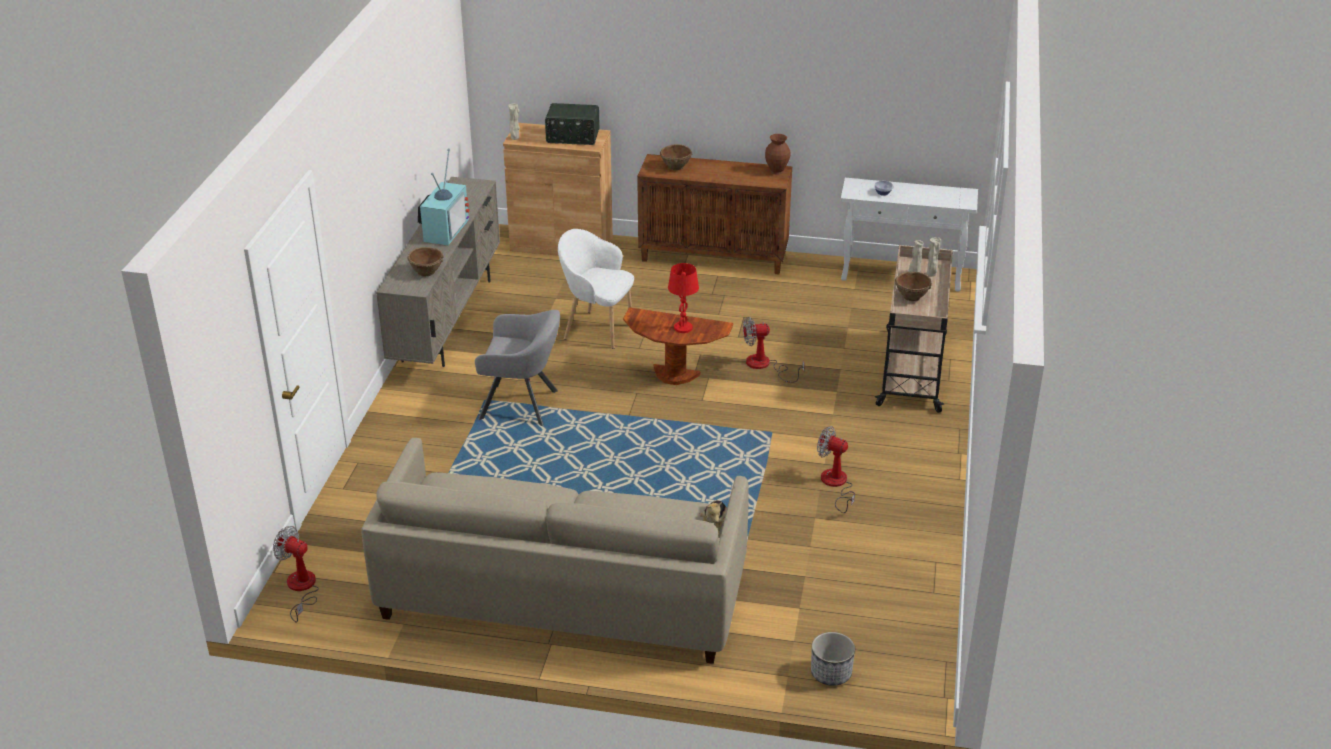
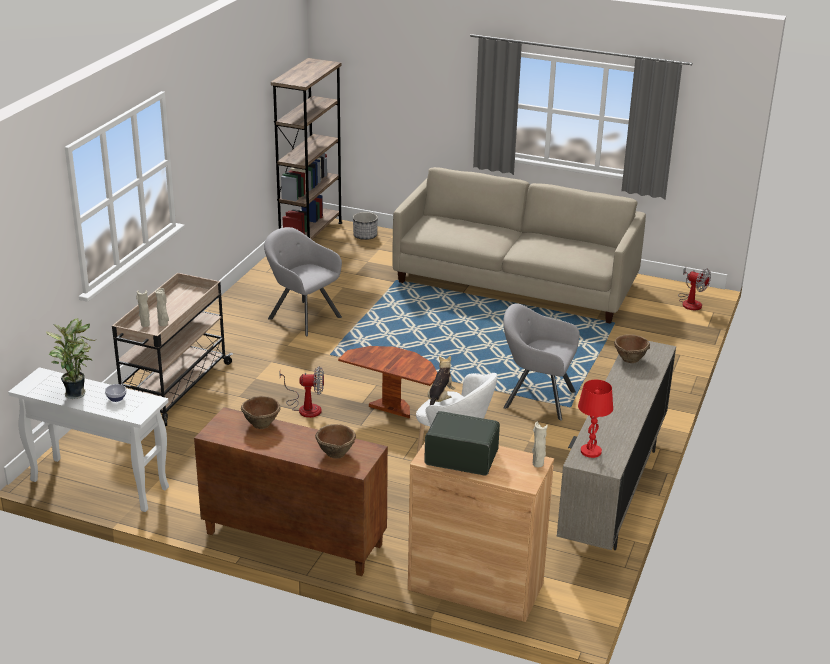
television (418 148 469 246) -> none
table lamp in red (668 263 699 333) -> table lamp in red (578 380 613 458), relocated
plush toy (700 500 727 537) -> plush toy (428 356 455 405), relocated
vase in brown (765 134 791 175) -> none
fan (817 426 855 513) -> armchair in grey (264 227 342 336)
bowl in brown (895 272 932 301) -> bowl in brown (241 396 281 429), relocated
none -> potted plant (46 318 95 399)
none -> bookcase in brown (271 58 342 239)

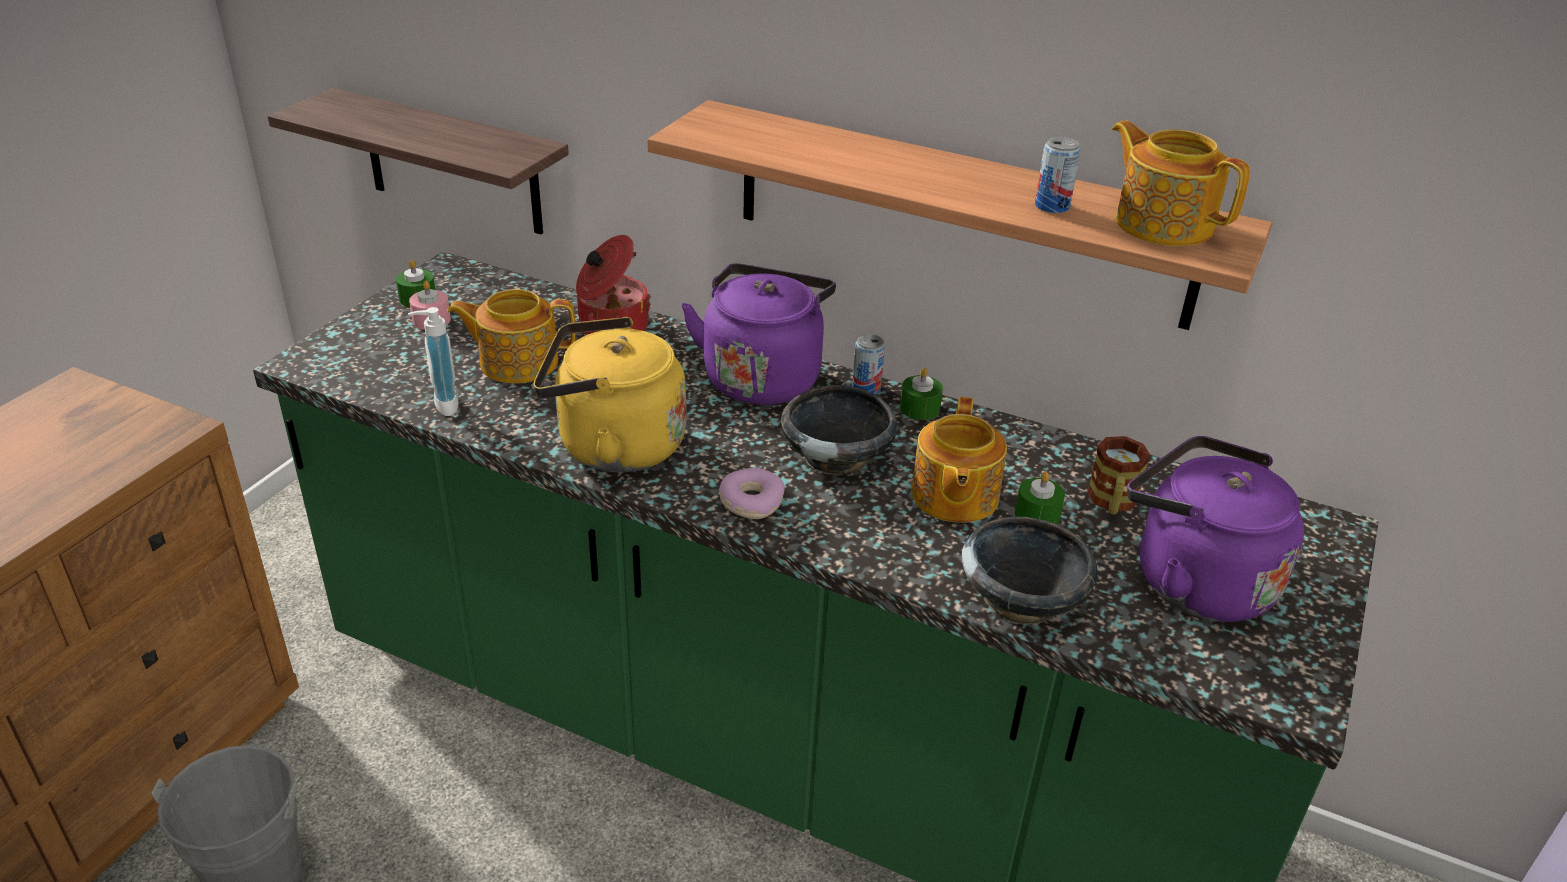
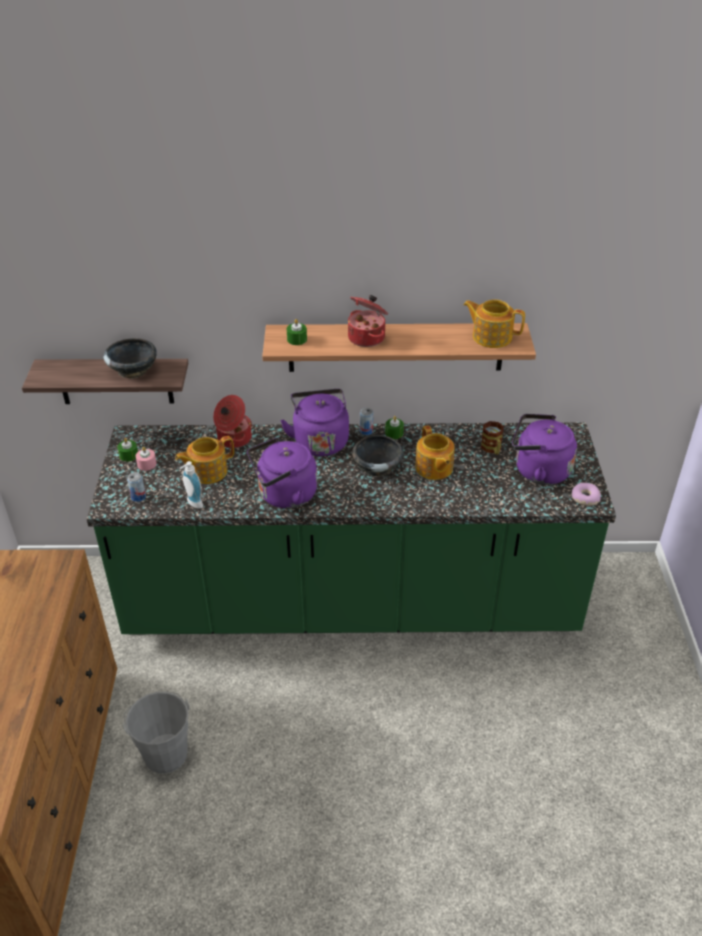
kettle in yellow (533 317 686 472) -> kettle in purple (247 437 317 509)
donut (719 468 785 519) -> donut (572 483 601 506), relocated
bowl in black (962 517 1097 625) -> bowl in black (103 338 157 379), relocated
candle in green (1015 471 1065 525) -> candle in green (287 319 307 345), relocated
can (1035 137 1081 213) -> can (127 472 146 502), relocated
none -> cooking pot (348 295 388 347)

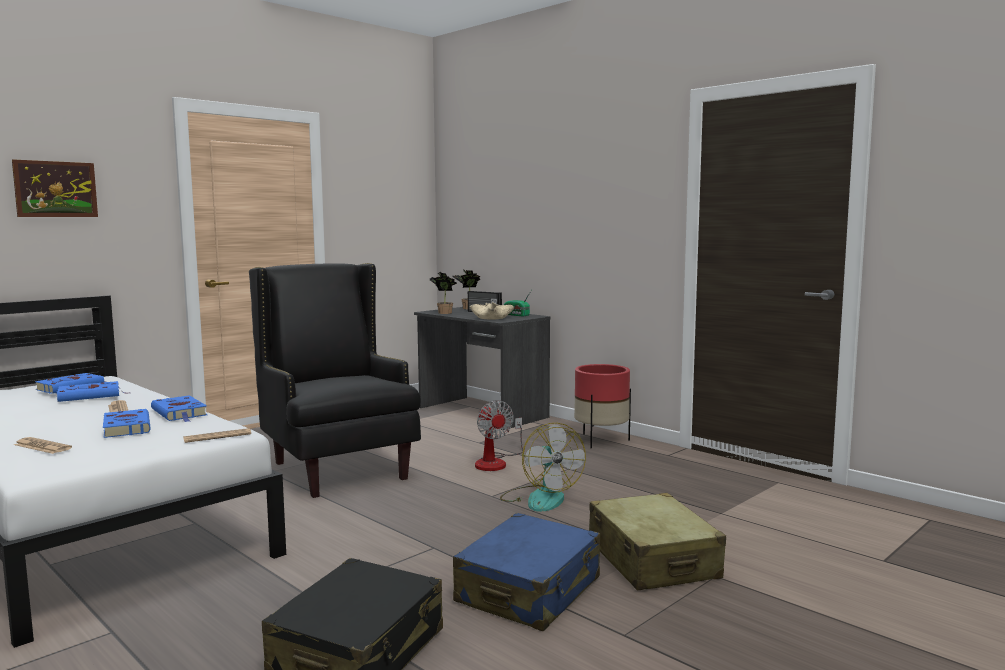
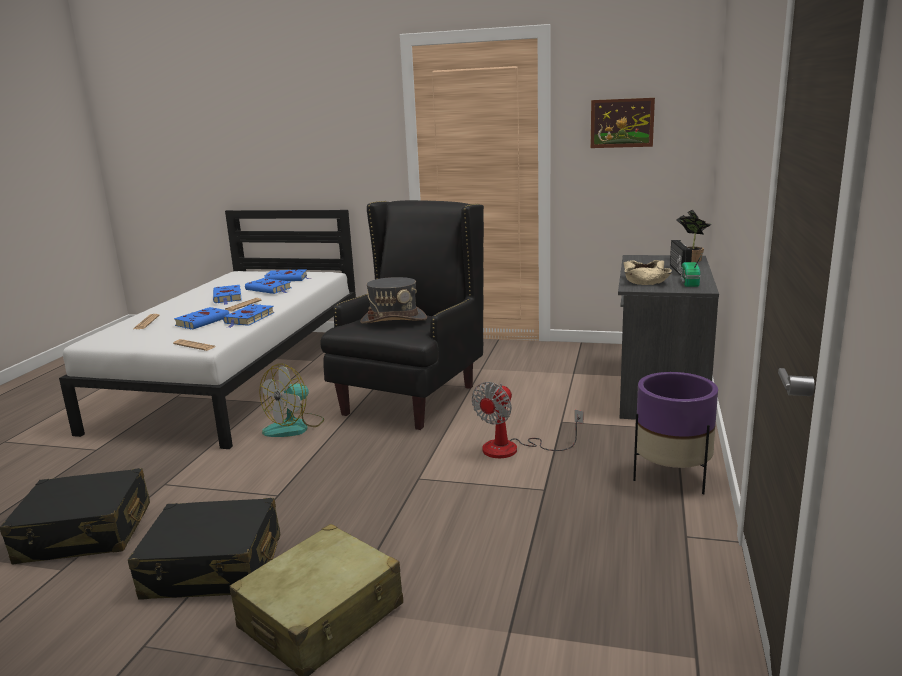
picture (12 159 98 217) -> picture (590 98 655 148), relocated
potted plant (430 271 457 314) -> none
suitcase in blue (453 513 600 631) -> suitcase in black (128 498 280 600)
fan (500 423 586 512) -> fan (259 364 324 437), relocated
planter in red (574 364 631 448) -> planter in purple (633 372 718 495)
none -> book in blue (213 285 242 305)
none -> hat in grey (360 277 427 324)

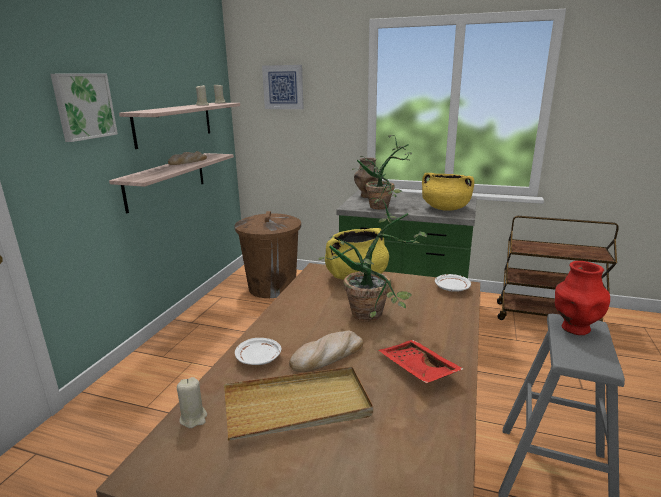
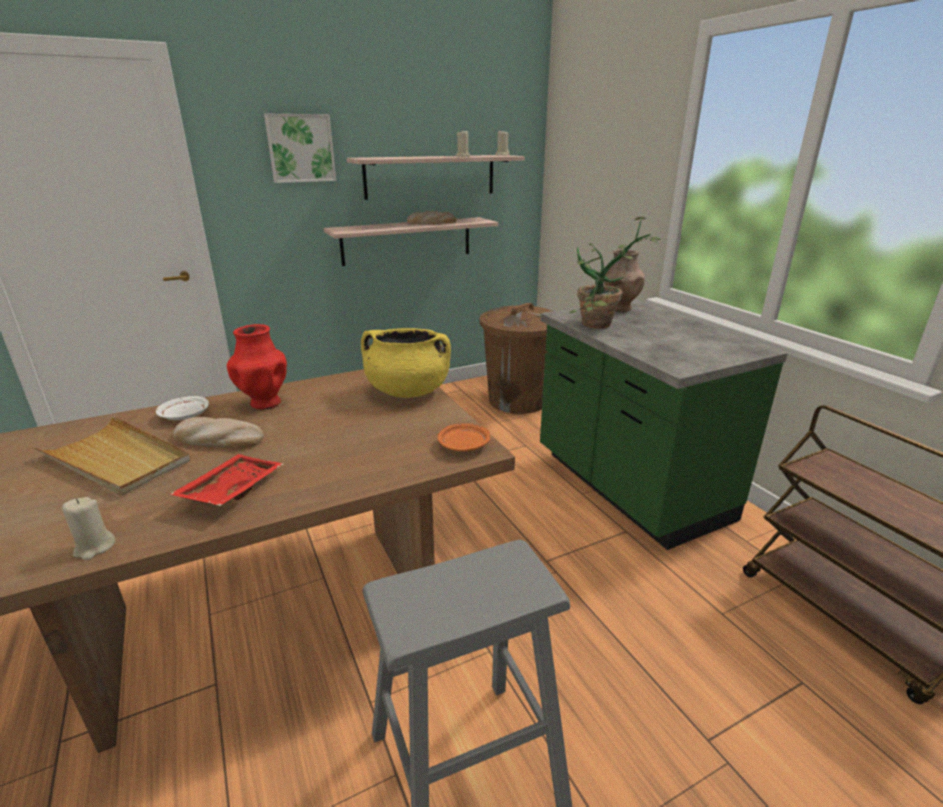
candle in beige (177 377 207 428) -> candle in beige (62 497 116 560), relocated
picture (262 65 303 109) -> none
potted plant (319 198 427 322) -> none
cooking pot in yellow (422 173 474 211) -> none
plate in white (435 274 471 292) -> plate in orange (438 423 491 452)
vase in red (555 261 610 335) -> vase in red (227 324 287 409), relocated

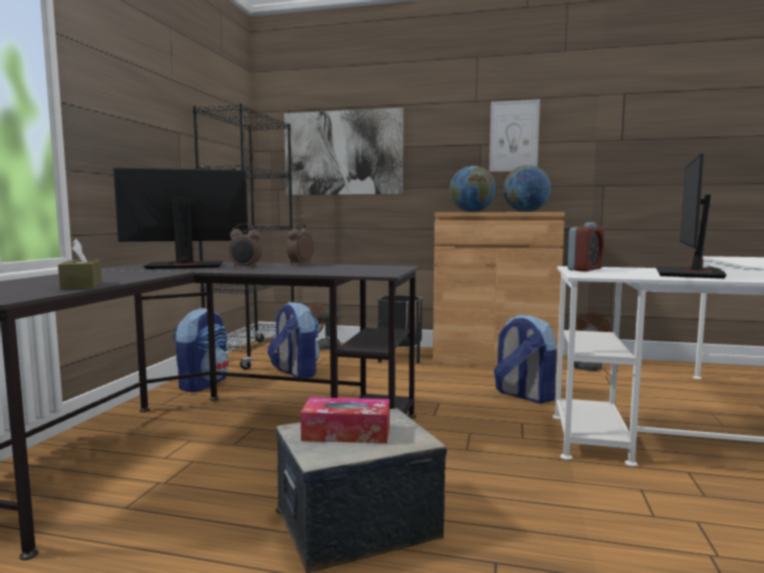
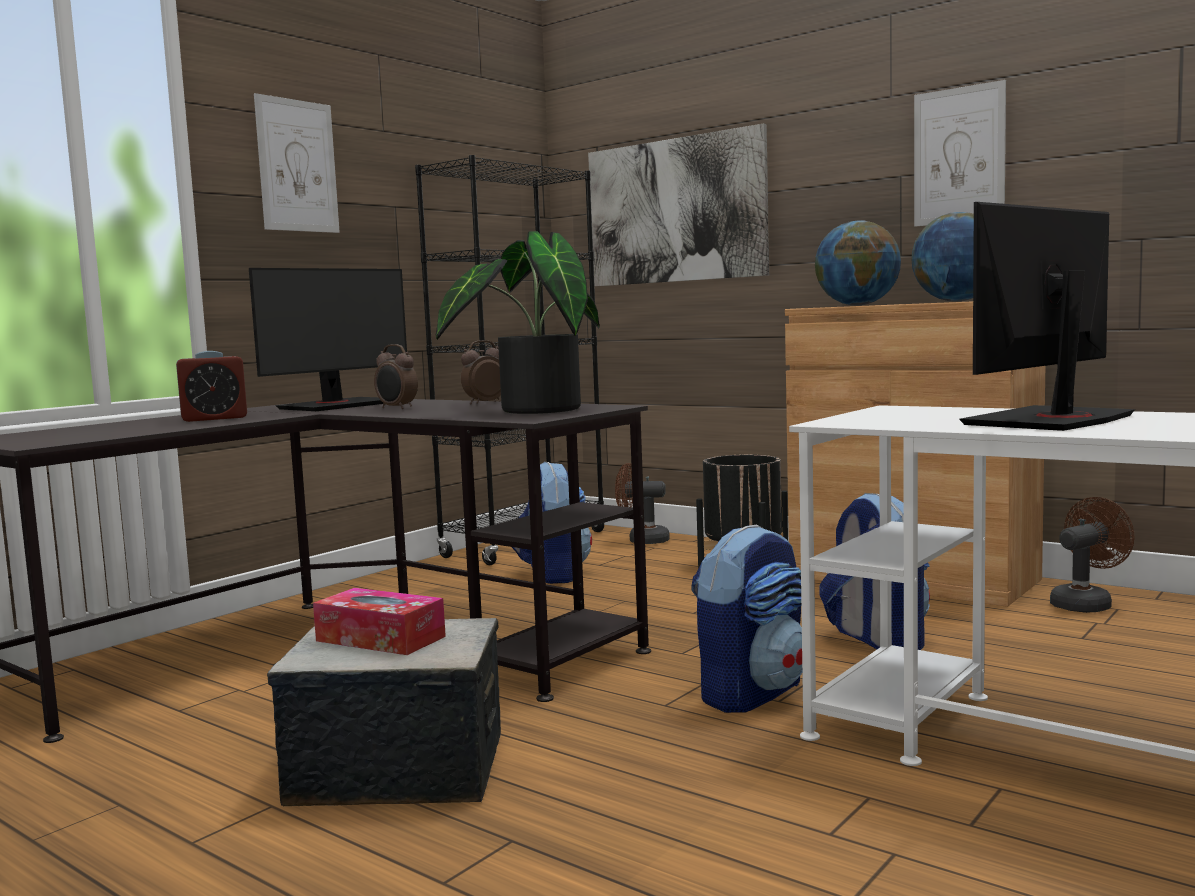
tissue box in brown (58 239 102 290) -> none
monitor (113 167 248 269) -> monitor (249 268 407 411), 120 degrees clockwise
backpack (173 308 229 392) -> backpack (692 524 802 713), relocated
alarm clock (568 223 604 271) -> alarm clock (176 351 247 422), relocated
none -> picture (254 93 340 233)
none -> potted plant (436 231 600 414)

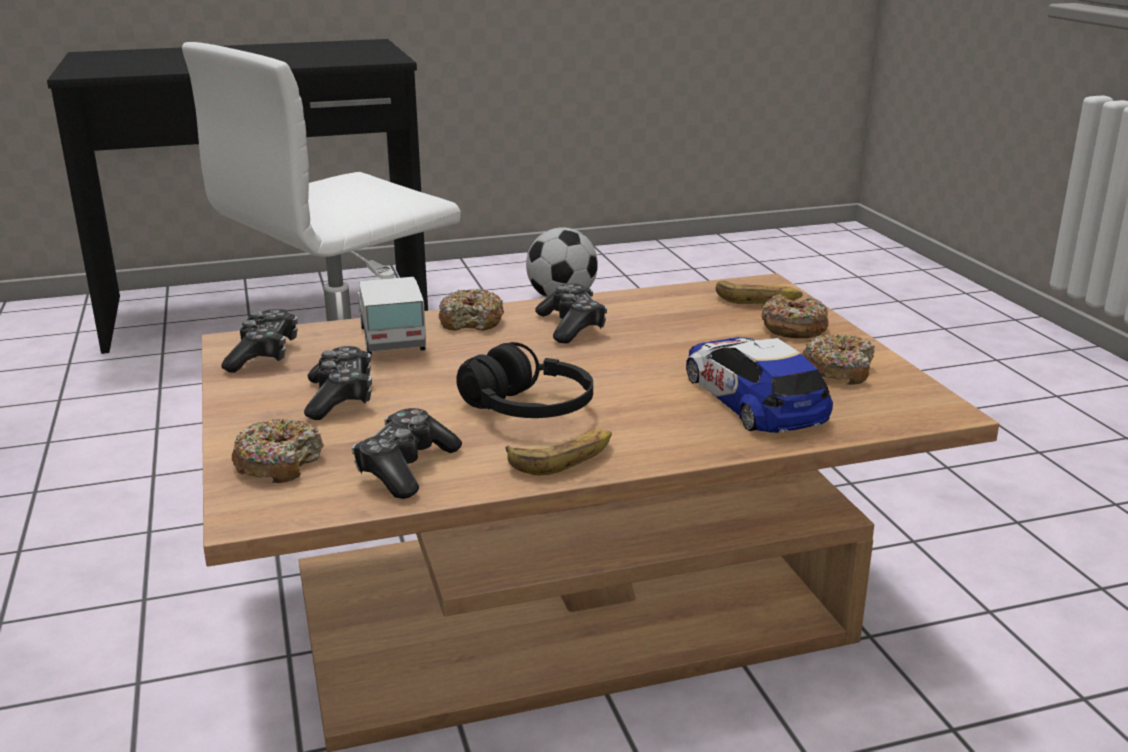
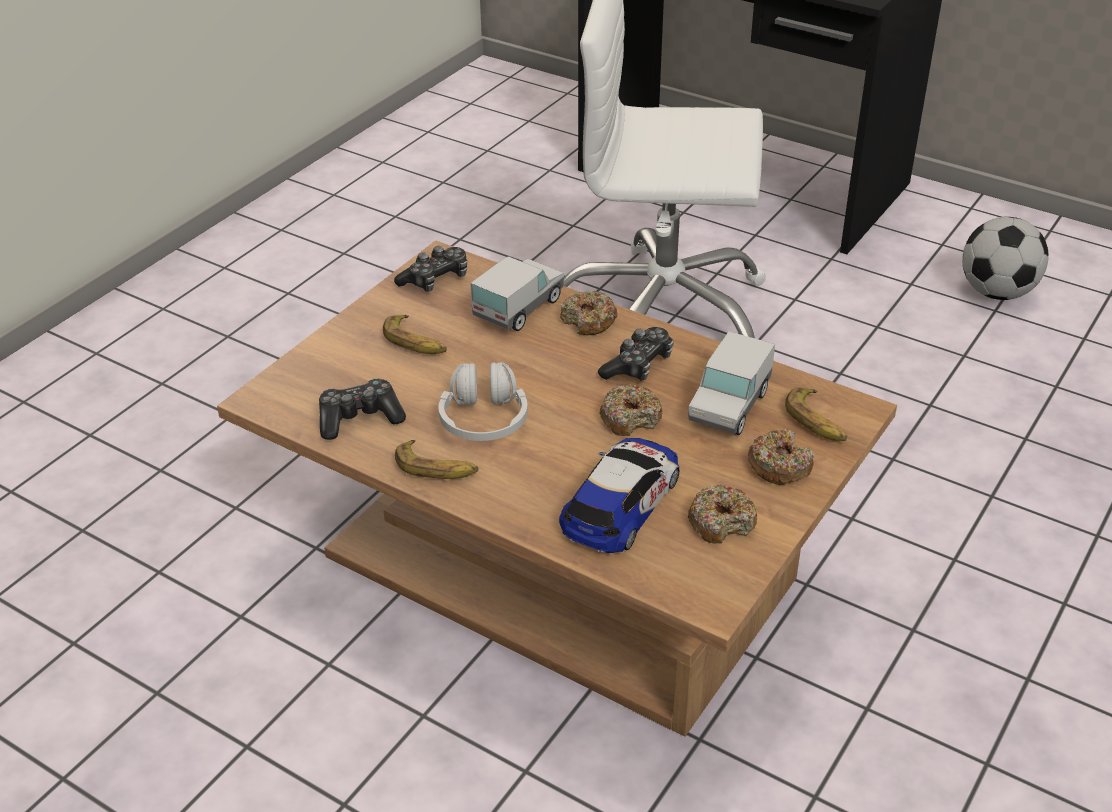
donut (232 419 324 483) -> donut (599 384 662 436), relocated
game controller (304 346 372 420) -> banana (383 315 447 354)
headphones in black (456 342 593 418) -> headphones in white (439 362 528 441)
none -> toy truck (688 331 775 435)

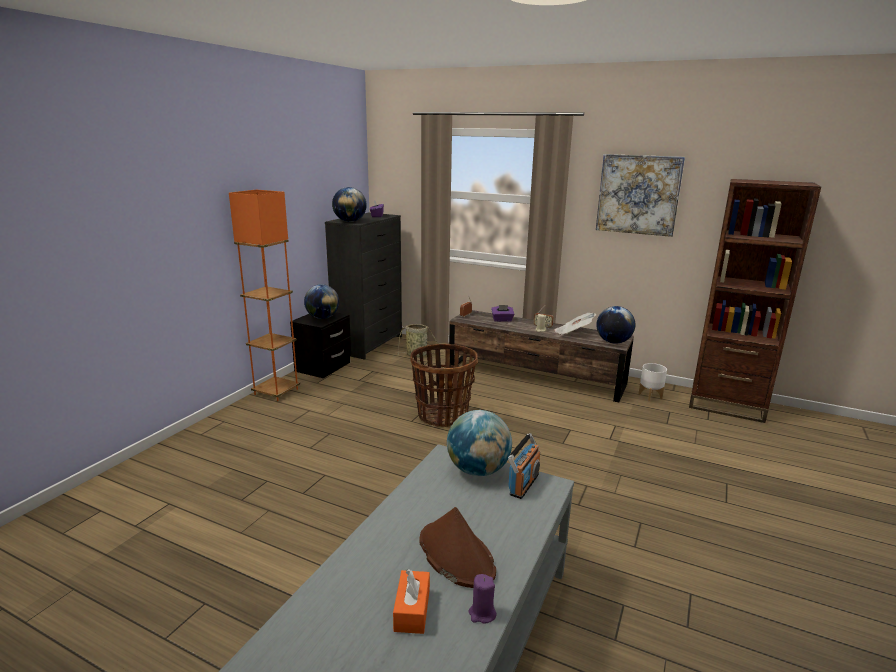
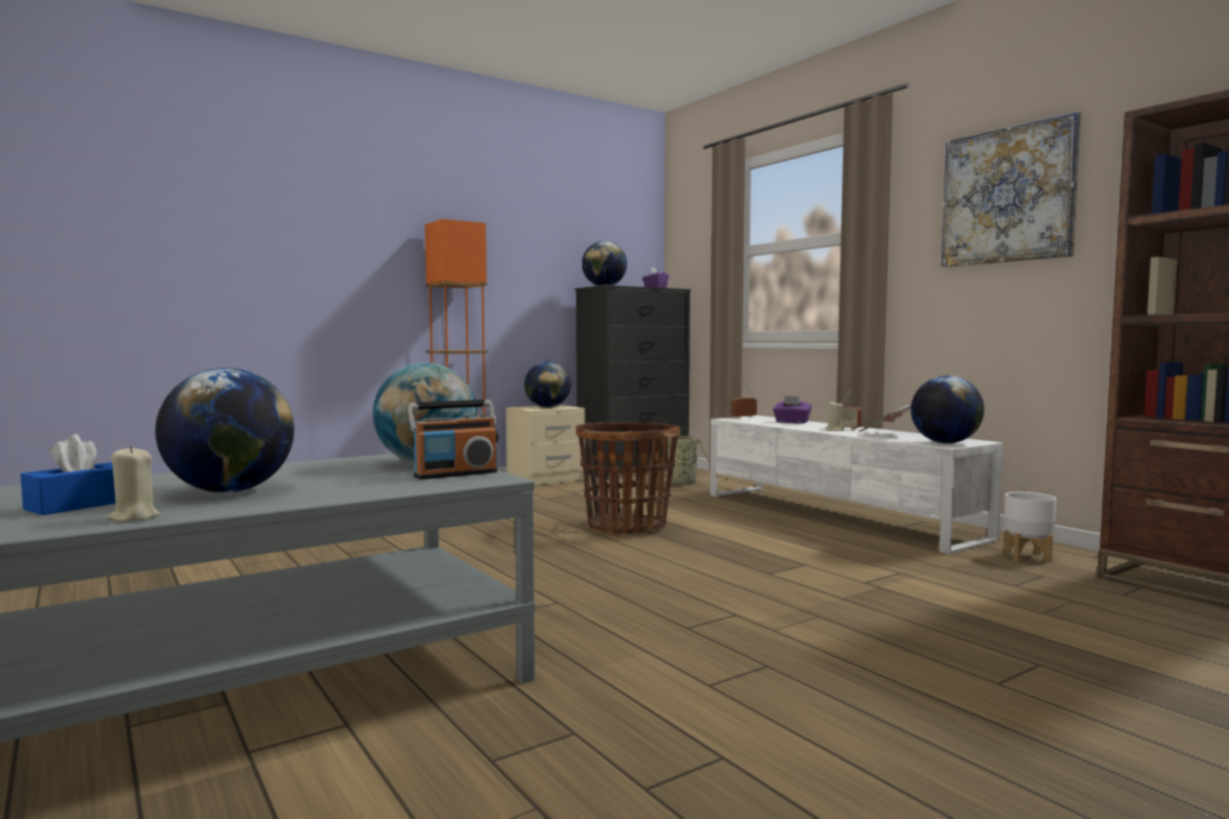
nightstand in black (290 312 351 378) -> nightstand in beige (506 405 585 485)
tissue box in orange (393 569 430 634) -> tissue box in blue (21 434 116 515)
hat in brown (419 507 496 588) -> globe (155 368 294 493)
tv stand in brown (449 310 634 402) -> tv stand in white (710 415 1003 554)
candle in purple (469 574 497 623) -> candle in beige (107 446 160 522)

